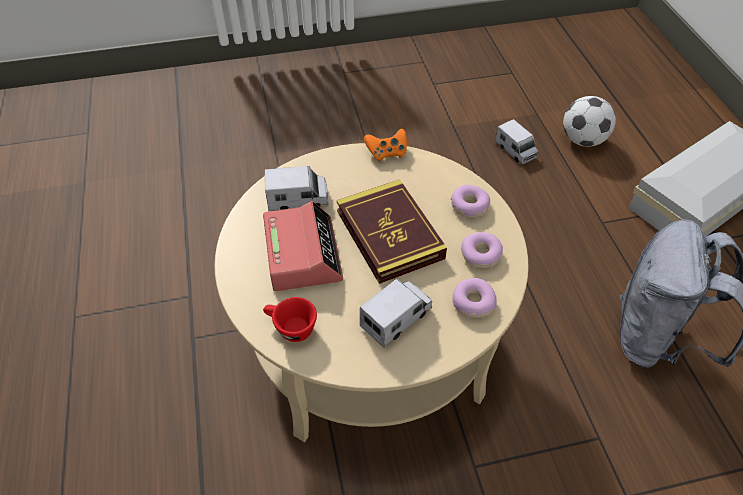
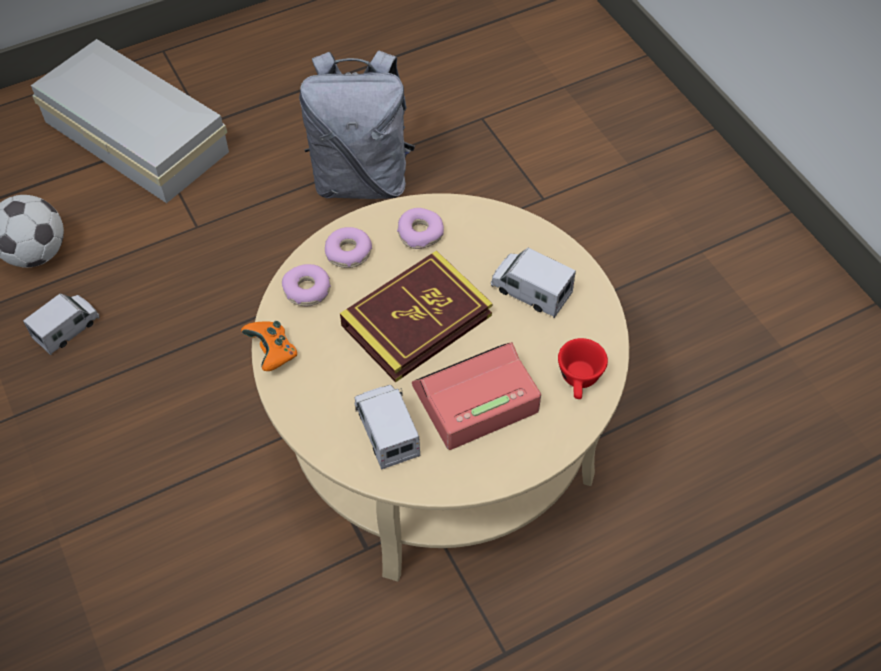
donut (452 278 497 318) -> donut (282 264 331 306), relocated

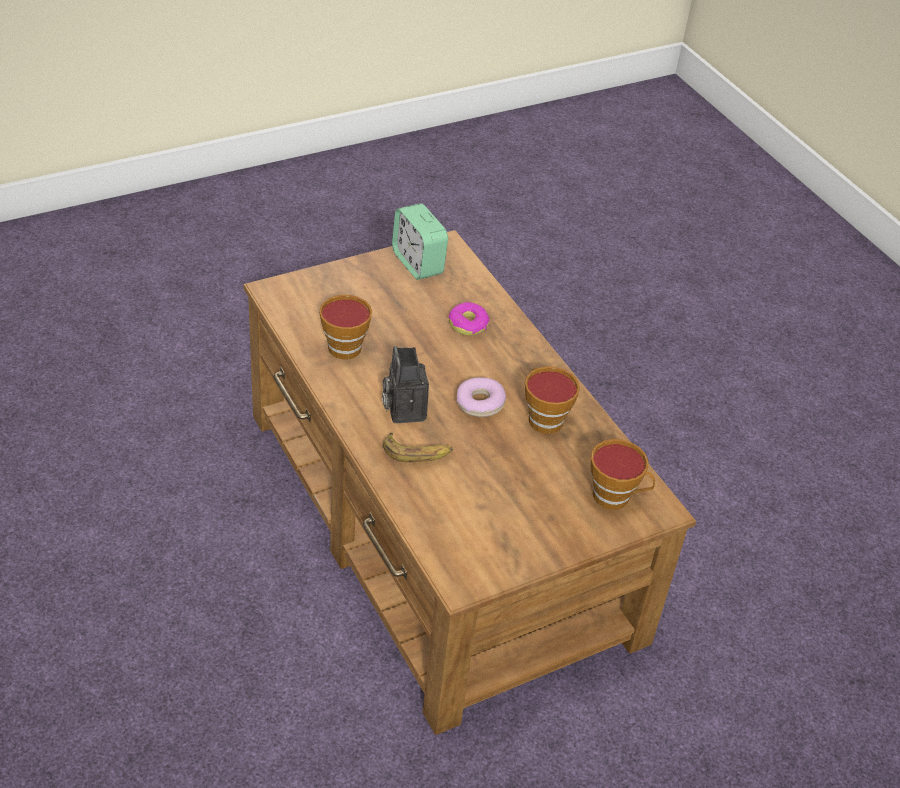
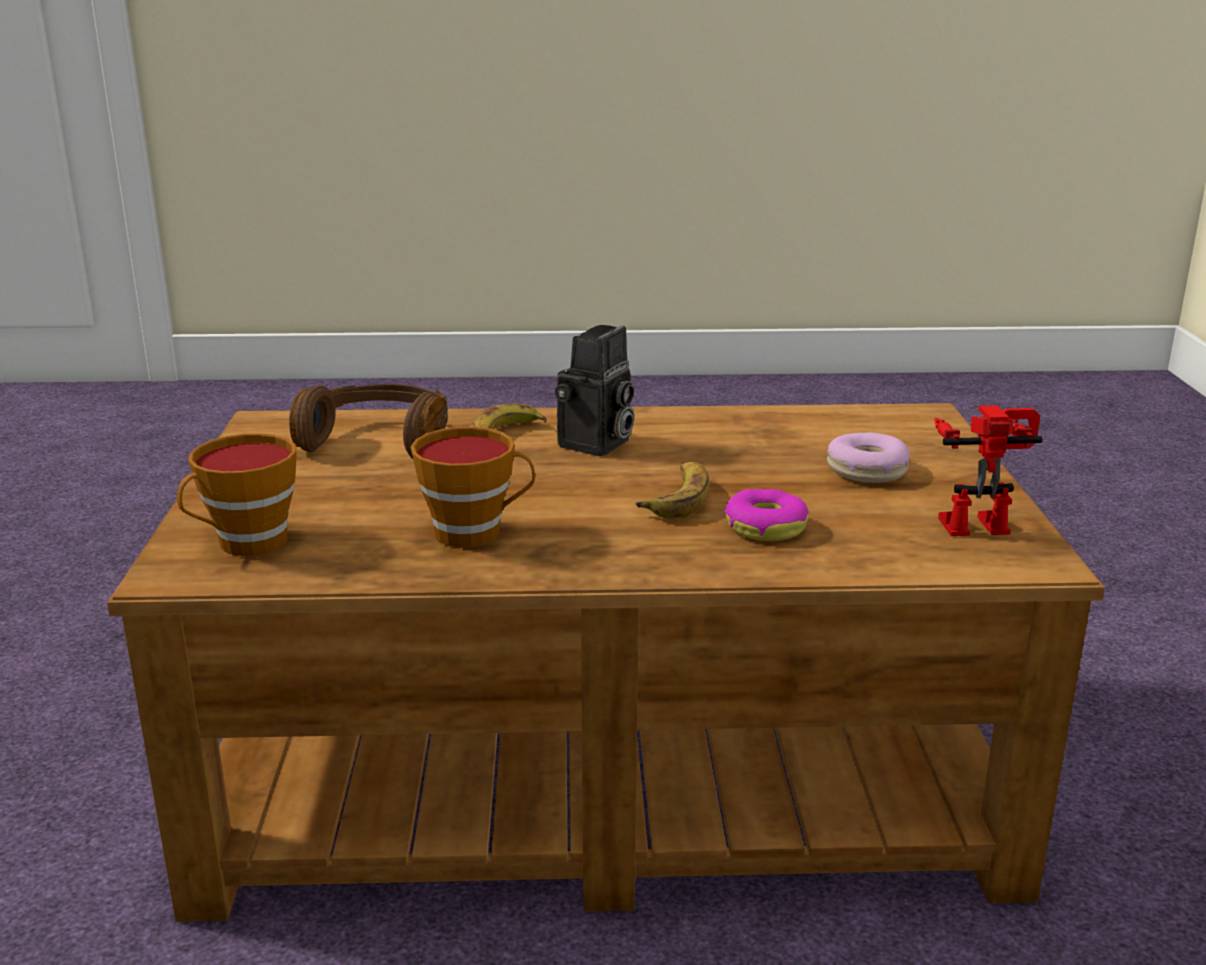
cup (319 295 372 359) -> none
photo camera (382 346 429 423) -> photo camera (555 325 635 456), 105 degrees clockwise
alarm clock (392 203 448 280) -> toy robot (934 405 1042 536)
donut (457 377 506 417) -> donut (827 433 910 483), relocated
none -> headphones in brown (289 384 448 459)
none -> banana (635 462 709 519)

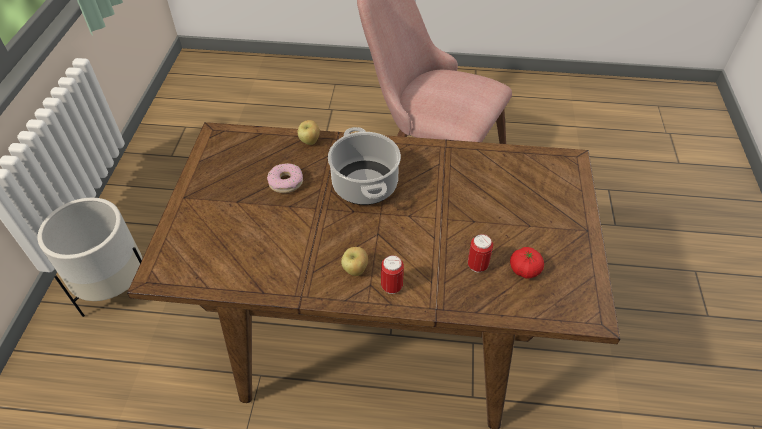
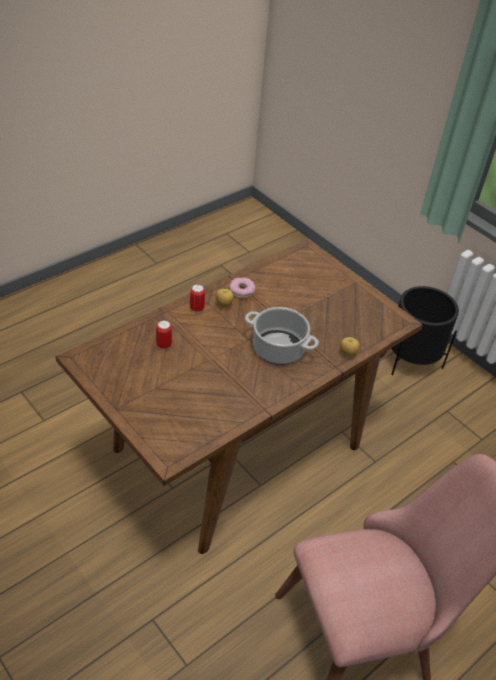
planter in white (37 198 143 317) -> planter in black (391 286 459 375)
donut (267 163 303 193) -> donut (229 278 255 298), relocated
tomato (510 247 544 278) -> none

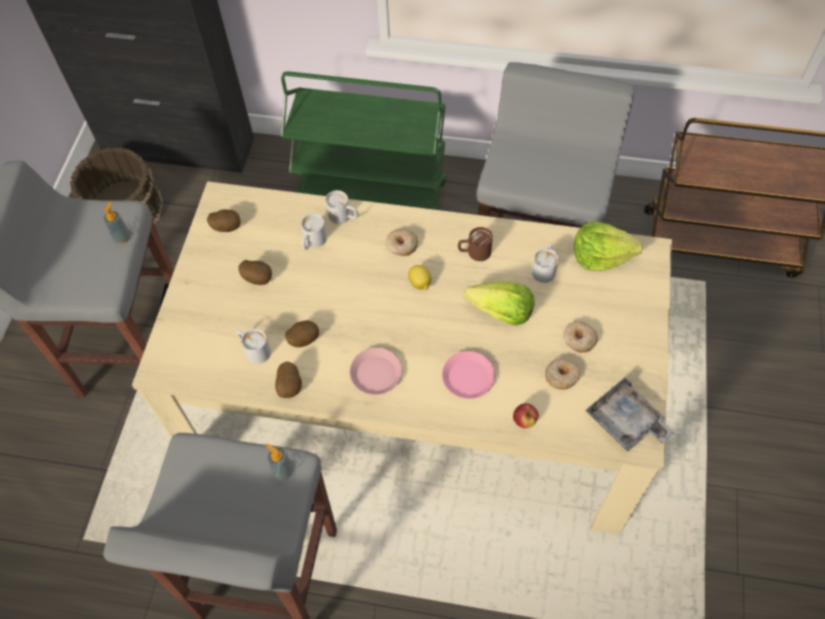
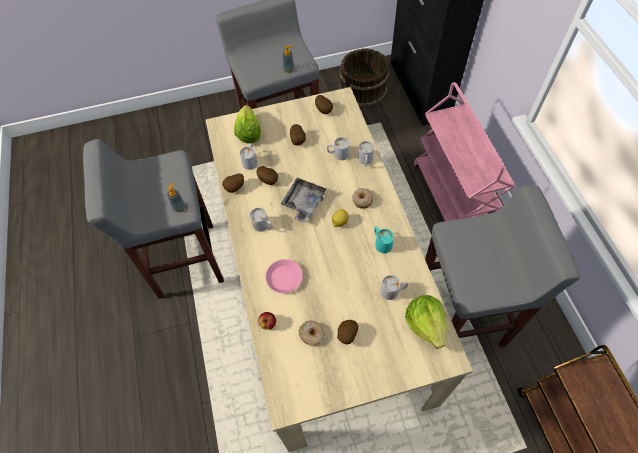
cart in green (281 71 447 210) -> cart in pink (413 82 515 221)
plate in pink (350 348 402 395) -> mug in white (250 207 273 232)
mug in brown (458 227 493 261) -> mug in turquoise (374 226 394 253)
lettuce (464 282 535 326) -> lettuce (234 105 261 143), relocated
donut (563 321 598 353) -> potato (337 320 358 344)
tray in grey (585 377 674 451) -> tray in grey (281 178 327 223), relocated

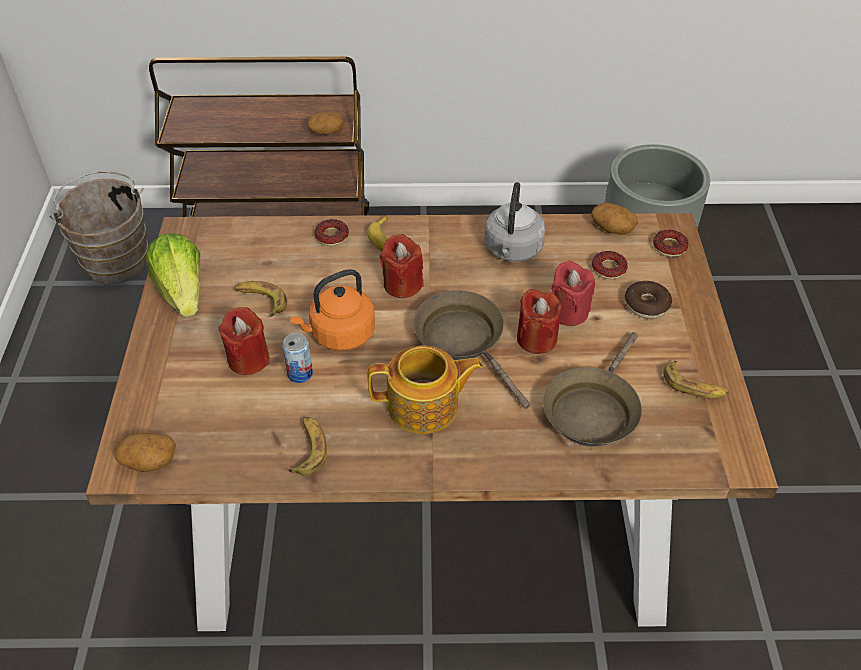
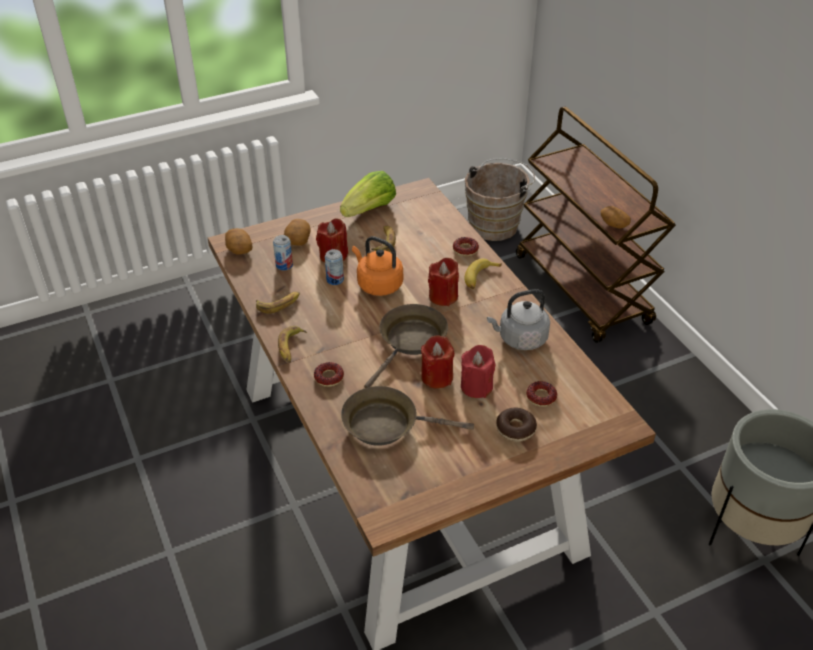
teapot (368 346 483 434) -> none
potato (591 202 638 234) -> potato (284 219 310 246), relocated
donut (653 230 689 257) -> donut (314 362 344 387), relocated
banana (663 361 730 399) -> banana (278 326 307 363), relocated
none -> can (273 235 293 270)

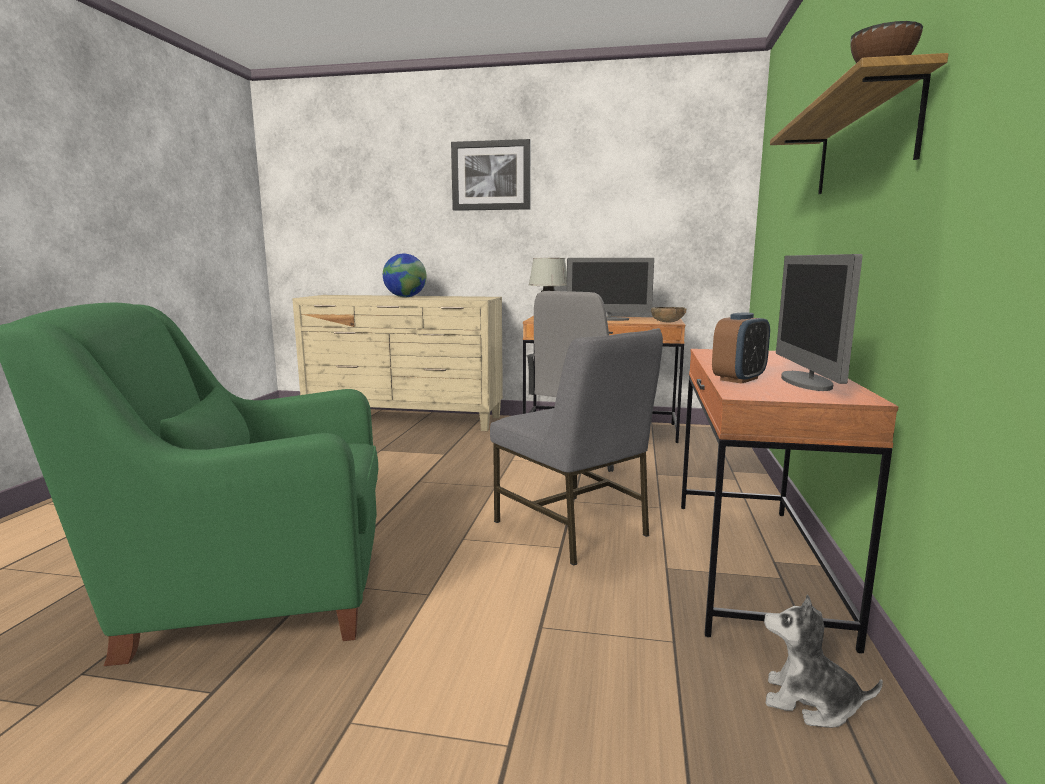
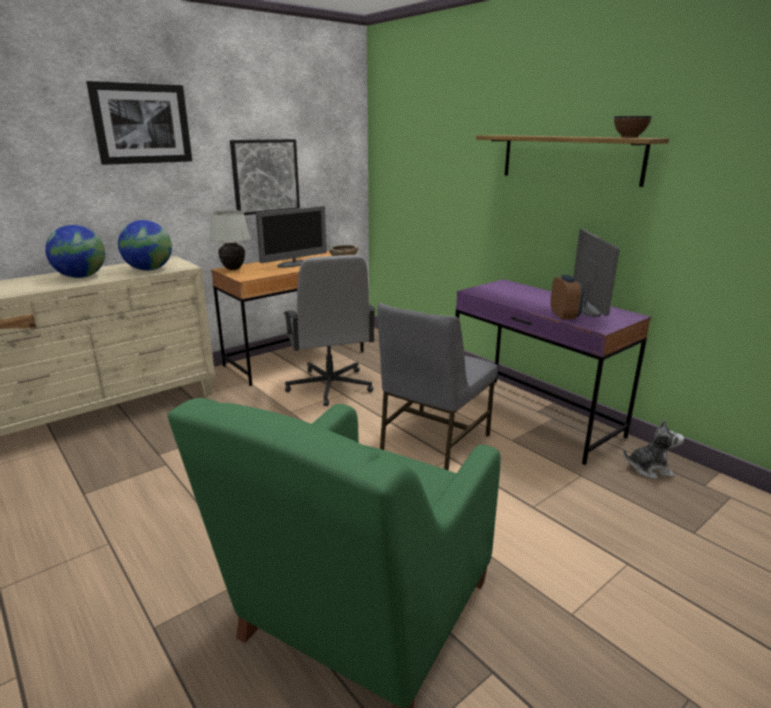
chair in grey (490 328 663 566) -> chair in grey (377 303 498 471), 120 degrees clockwise
desk in orange (681 349 899 654) -> desk in purple (455 279 651 465)
plush toy (764 594 883 728) -> plush toy (623 420 684 479), 150 degrees counterclockwise
monitor (776 254 863 391) -> monitor (573 229 620 317), 135 degrees counterclockwise
none -> globe (118 220 172 271)
none -> picture (230 139 300 215)

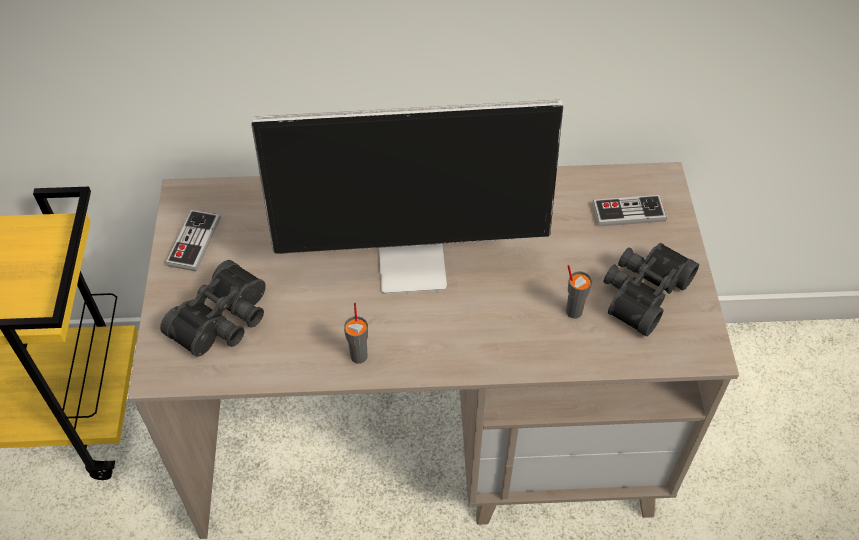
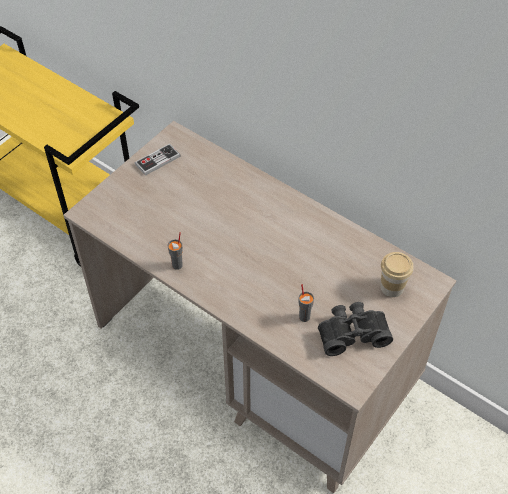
binoculars in black (160 260 266 357) -> none
monitor (251 100 563 294) -> none
game controller (592 195 667 227) -> cup (380 252 414 297)

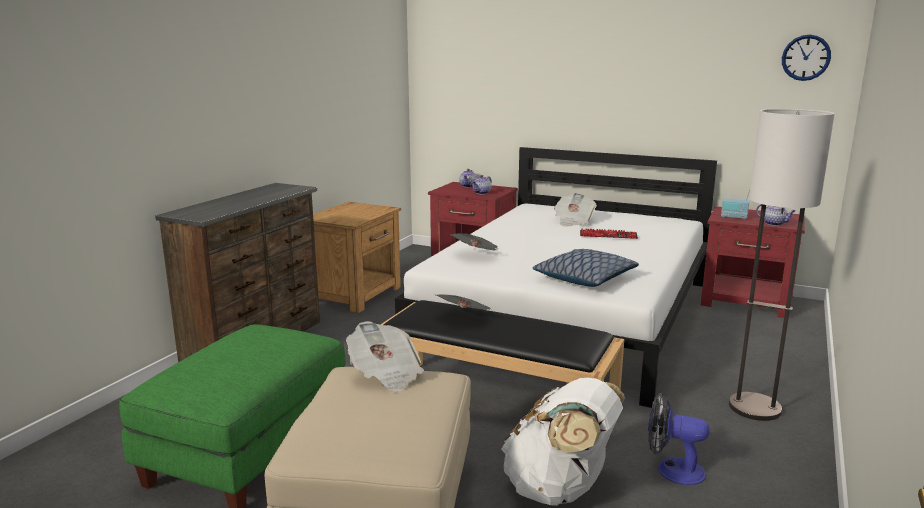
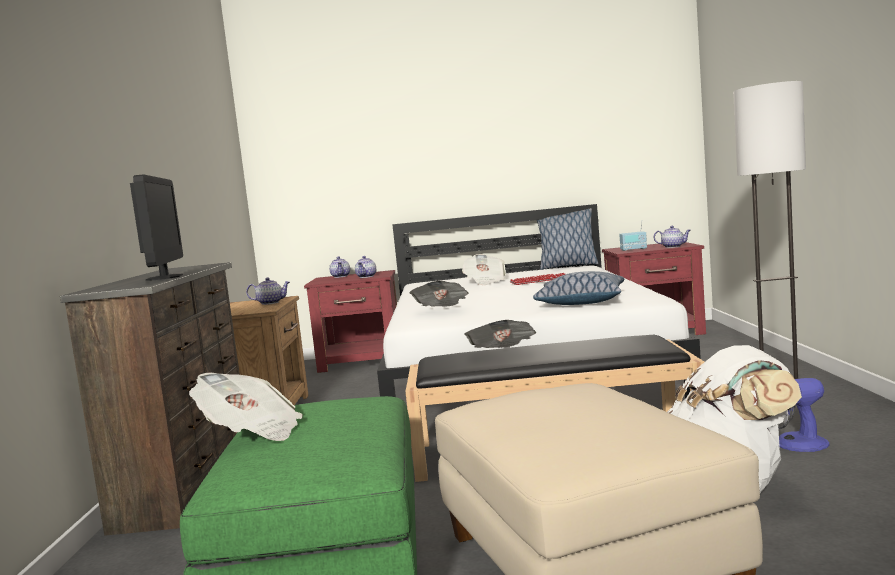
newspaper (346 321 424 392) -> newspaper (189 373 303 441), relocated
wall clock (782 34 831 81) -> none
none -> monitor (130 174 183 281)
none -> teapot (246 277 290 305)
none -> pillow (537 208 599 270)

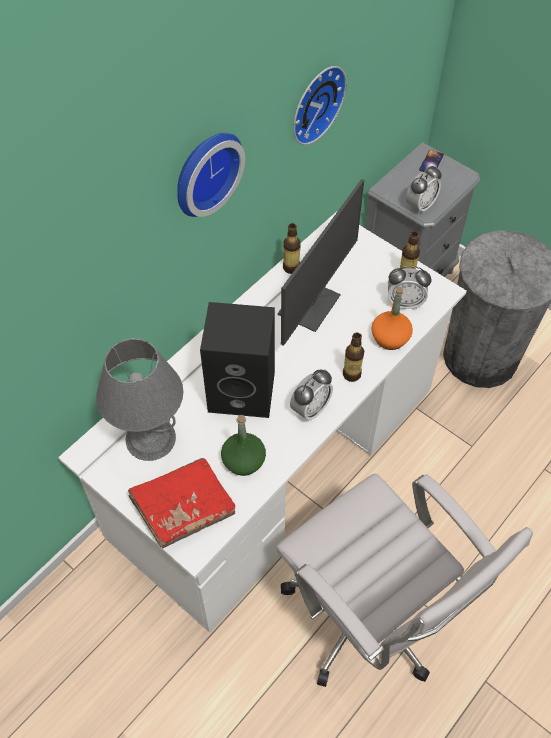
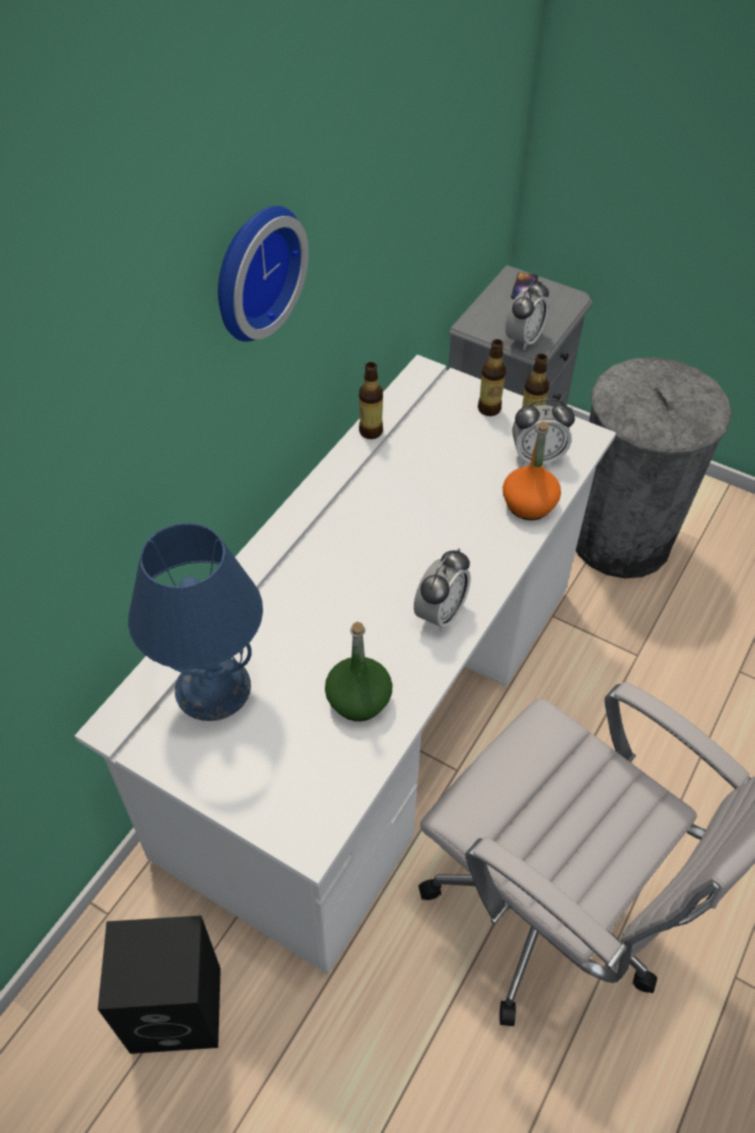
table lamp in grey (96 338 183 461) -> table lamp in blue (128 523 263 721)
book in red (128 458 235 548) -> none
speaker in black (200 302 275 418) -> speaker in black (98 916 221 1054), relocated
monitor (277 179 364 346) -> none
wall clock (293 66 347 145) -> none
bottle (343 333 364 382) -> bottle (478 339 506 416), relocated

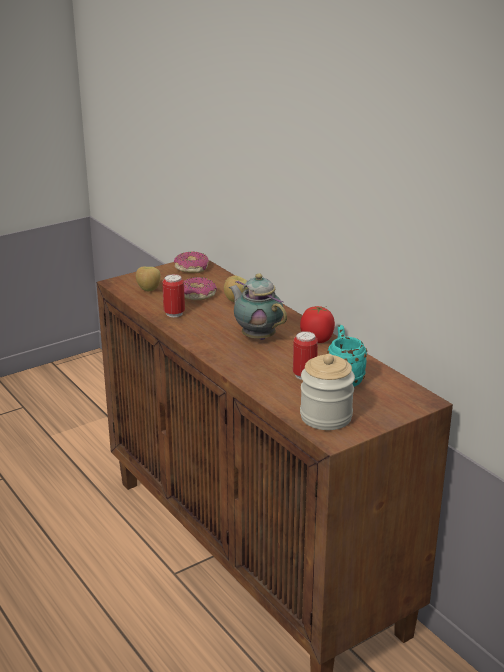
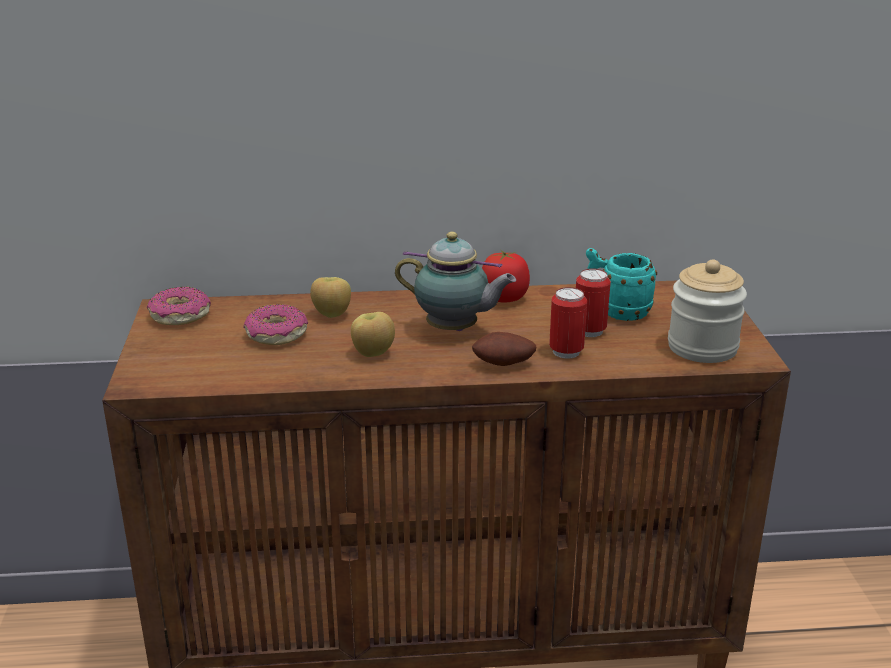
apple (136 267 161 292) -> apple (351 312 395 357), relocated
can (163 274 185 317) -> can (549 287 587 359), relocated
teapot (229 273 287 340) -> teapot (395 231 516 331), 150 degrees counterclockwise
none -> potato (472 332 536 366)

